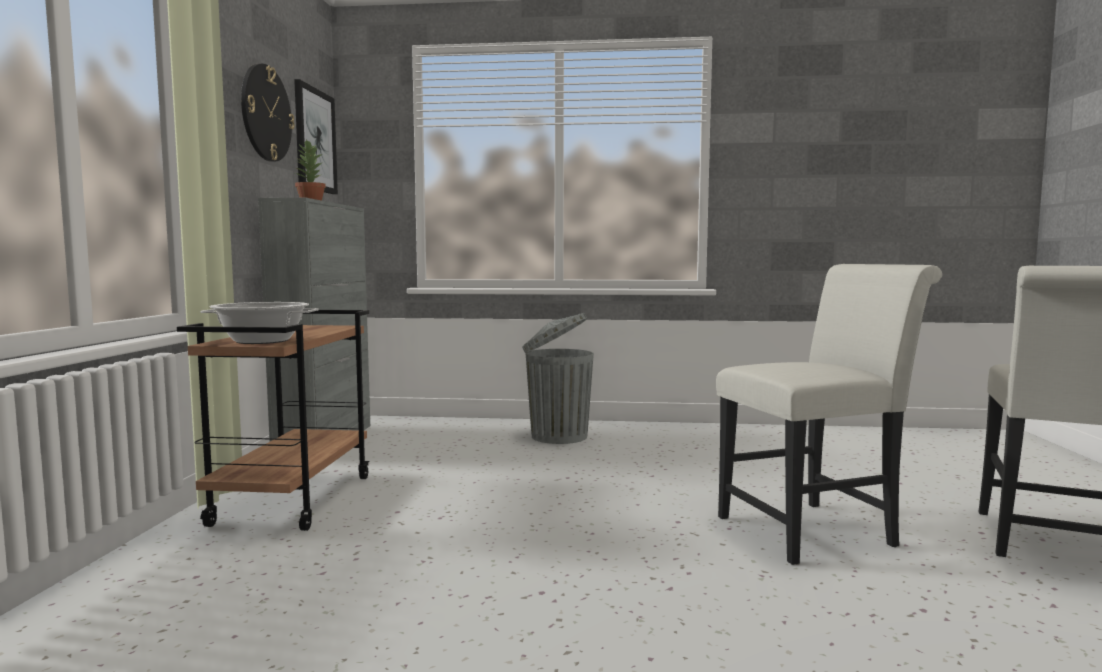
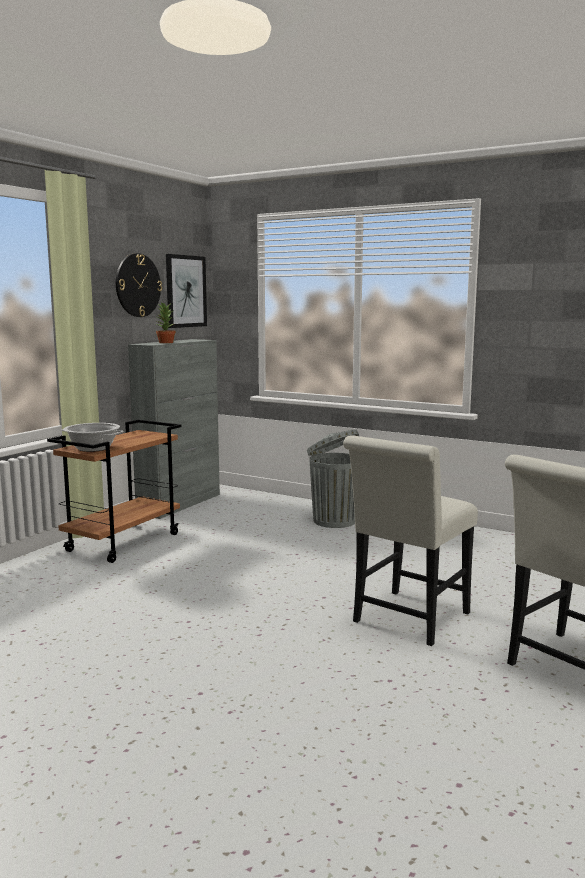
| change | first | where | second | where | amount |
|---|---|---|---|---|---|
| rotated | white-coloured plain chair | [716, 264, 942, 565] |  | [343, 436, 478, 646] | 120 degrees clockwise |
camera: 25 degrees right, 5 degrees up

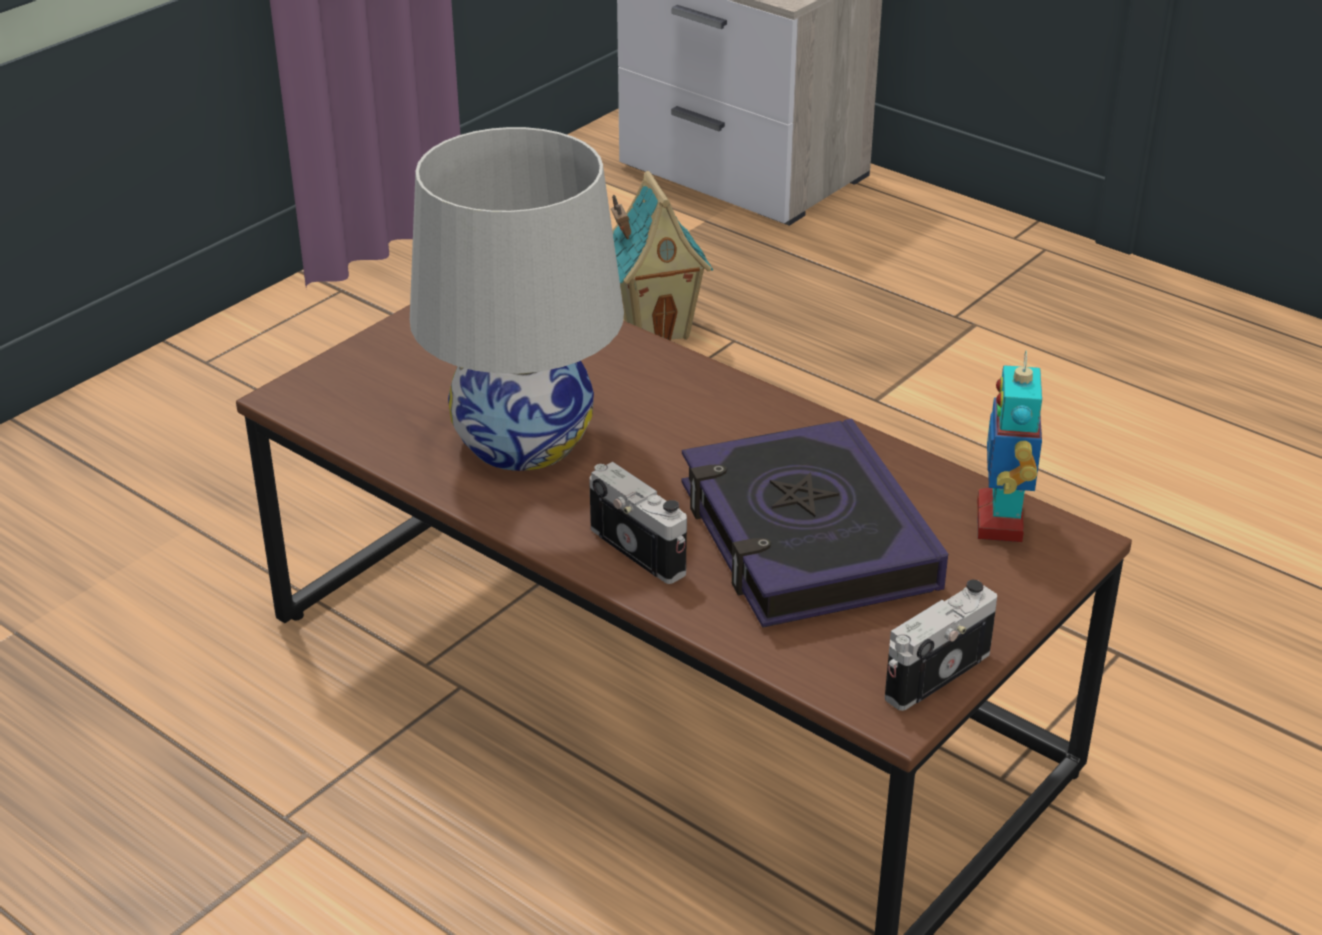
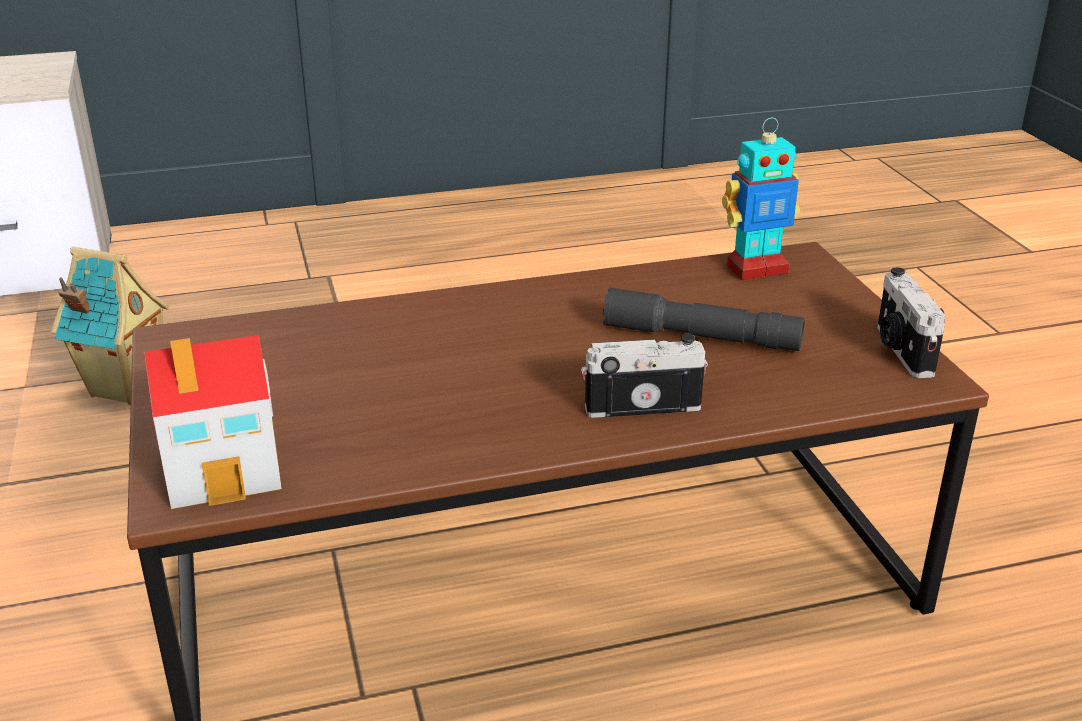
| change | first | where | second | where | amount |
|---|---|---|---|---|---|
| gone | white-coloured tabletop lamp | [410, 127, 624, 471] |  |  |  |
| rotated | toy robot | [977, 351, 1042, 542] |  | [722, 118, 800, 280] | 60 degrees counterclockwise |
| swapped | book | [682, 419, 948, 628] | grey torch | [603, 287, 805, 351] |  |
| new |  |  | toy house | [145, 335, 282, 509] |  |
camera: 55 degrees left, 5 degrees down

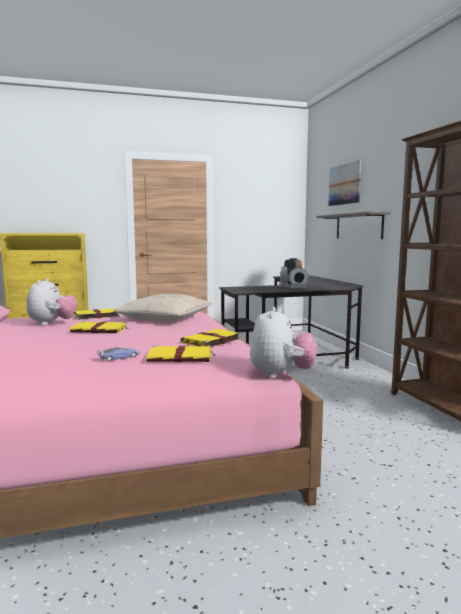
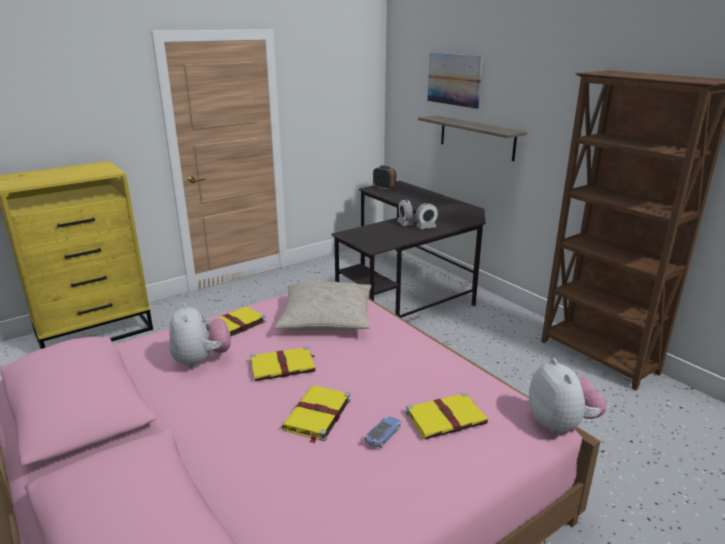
| change | first | where | second | where | amount |
|---|---|---|---|---|---|
| shifted | yellowish book | [180, 329, 241, 347] |  | [281, 386, 351, 443] |  |
camera: 20 degrees left, 15 degrees up

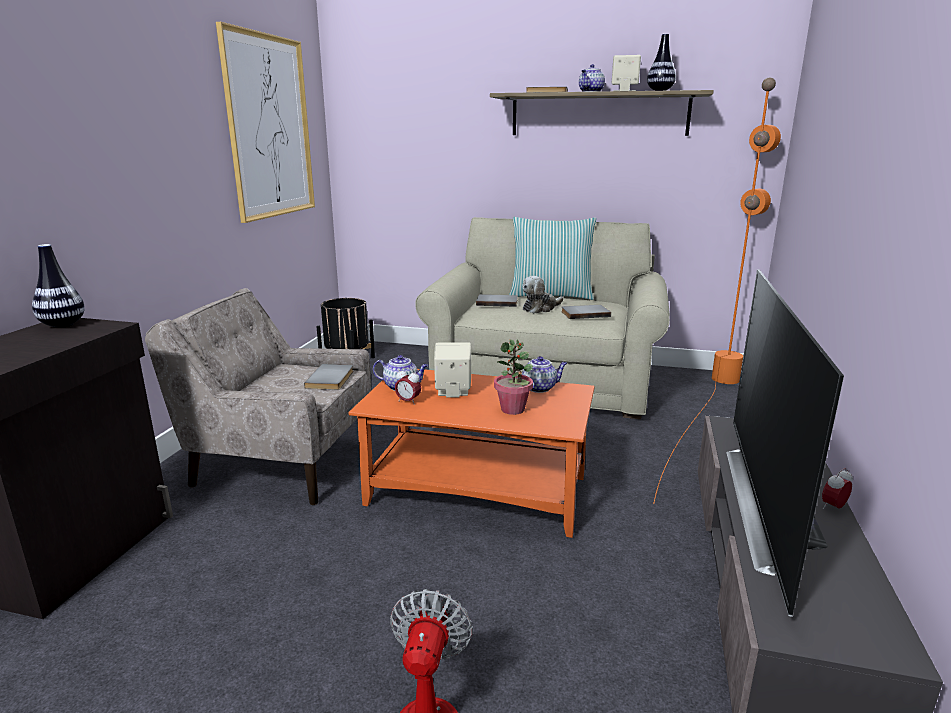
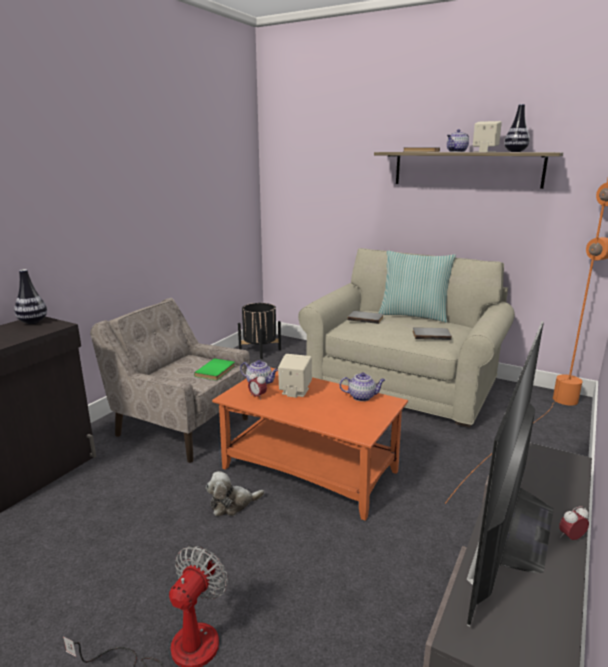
| change | first | where | second | where | amount |
|---|---|---|---|---|---|
| gone | wall art | [216, 22, 315, 223] |  |  |  |
| shifted | cuddly toy | [522, 276, 563, 313] |  | [206, 471, 265, 516] |  |
| gone | plant in a pot | [494, 339, 533, 415] |  |  |  |
| repainted | grey book | [304, 364, 353, 390] | green book | [194, 358, 235, 380] |  |
camera: 15 degrees right, 0 degrees up

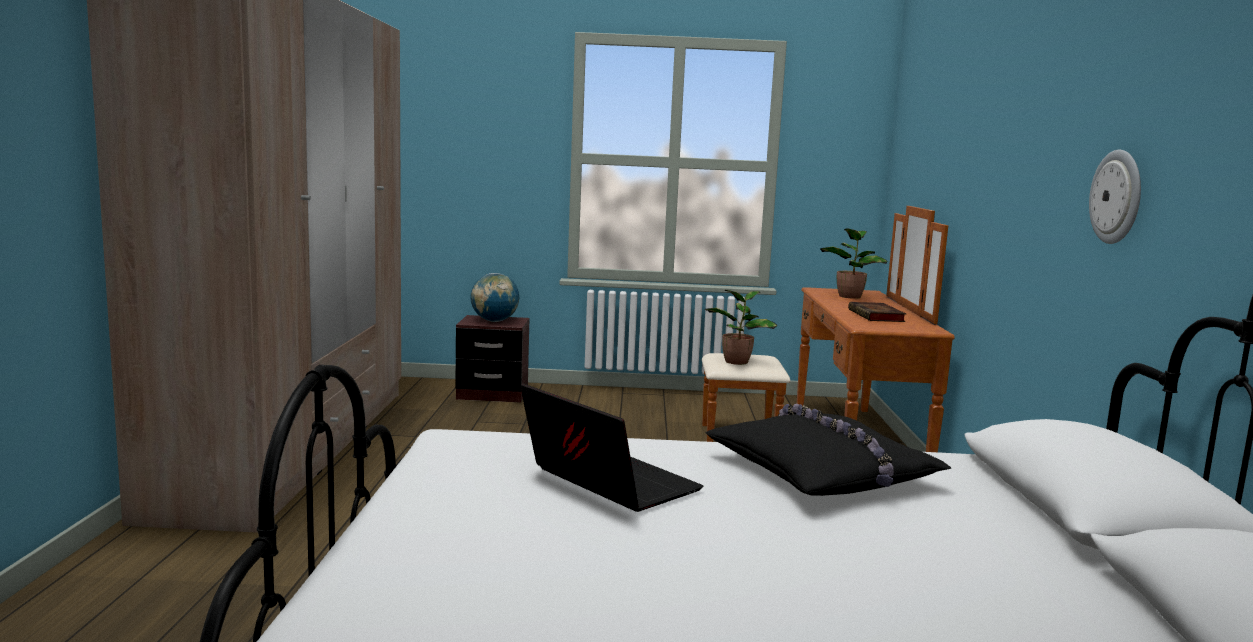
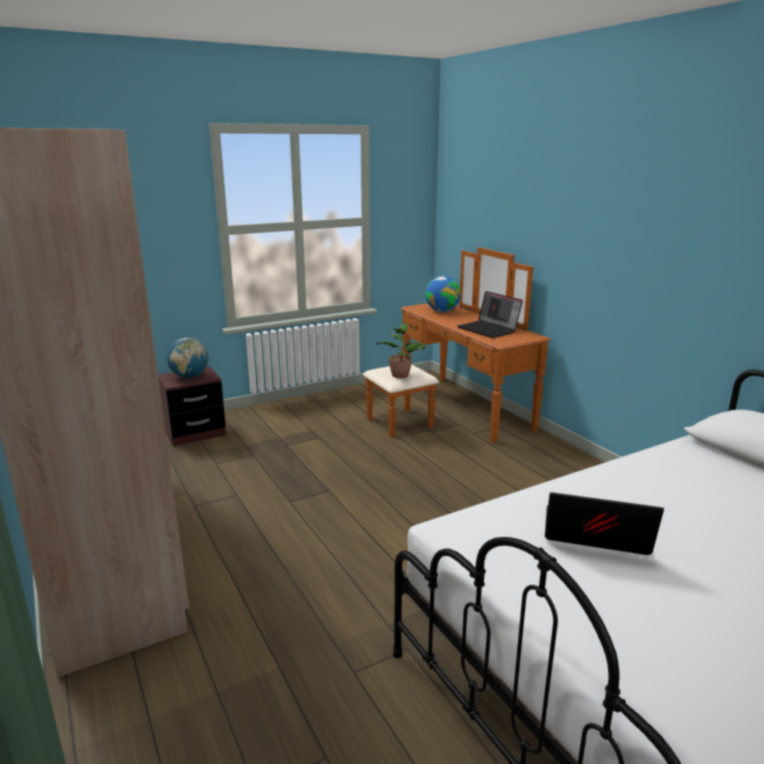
| change | first | where | second | where | amount |
|---|---|---|---|---|---|
| gone | clock on the wall | [1089, 150, 1141, 244] |  |  |  |
| swapped | plant in a pot | [820, 229, 888, 299] | world globe | [425, 276, 461, 312] |  |
| swapped | book | [848, 302, 906, 322] | portable computer | [457, 291, 523, 338] |  |
| gone | blackish pillow | [705, 404, 951, 496] |  |  |  |
camera: 30 degrees left, 10 degrees up

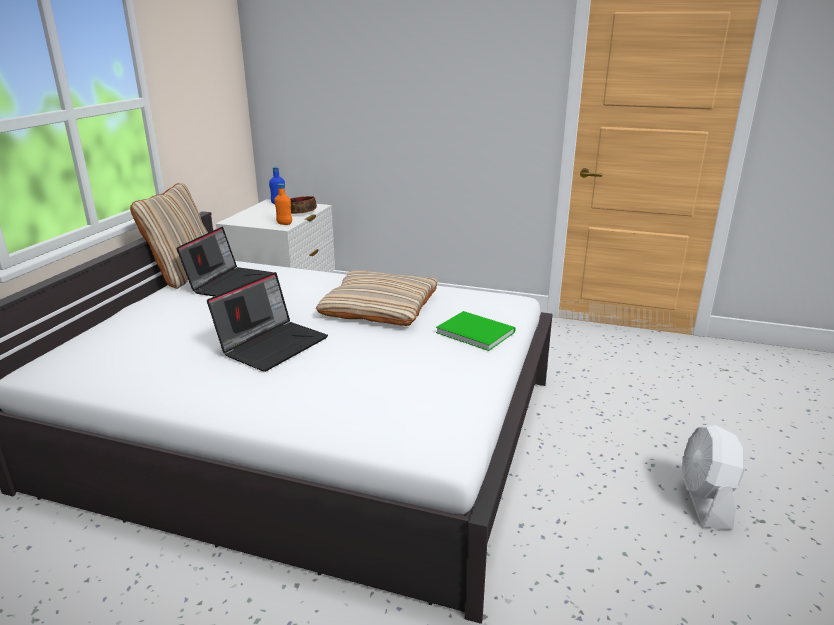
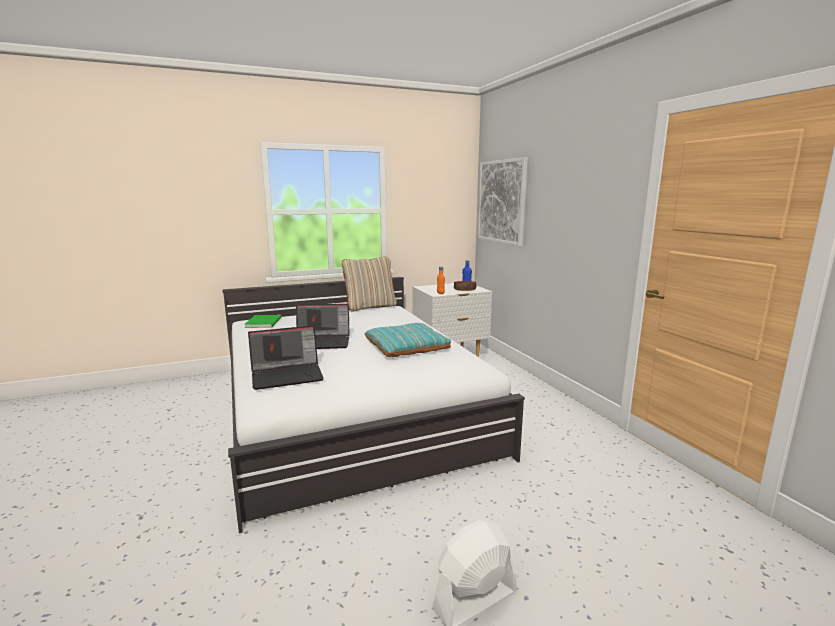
| change | first | where | second | where | amount |
|---|---|---|---|---|---|
| shifted | portable computer | [176, 227, 273, 296] |  | [248, 325, 324, 390] |  |
| repainted | beige-coloured pillow | [316, 270, 437, 326] | turquoise-coloured pillow | [365, 323, 451, 357] |  |
| shifted | green book | [436, 311, 516, 351] |  | [244, 315, 281, 328] |  |
| new |  |  | wall art | [478, 157, 528, 246] |  |
camera: 50 degrees right, 10 degrees down

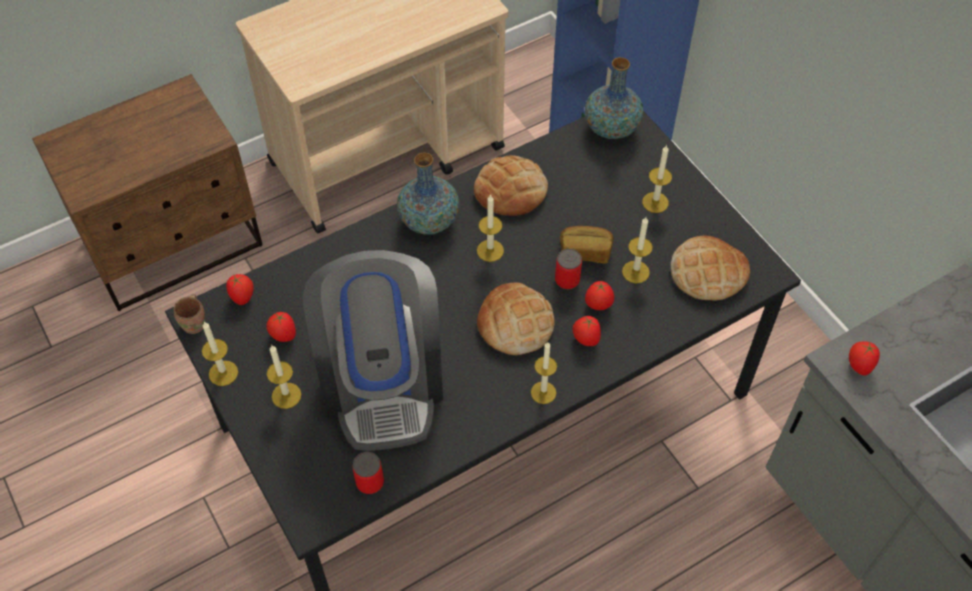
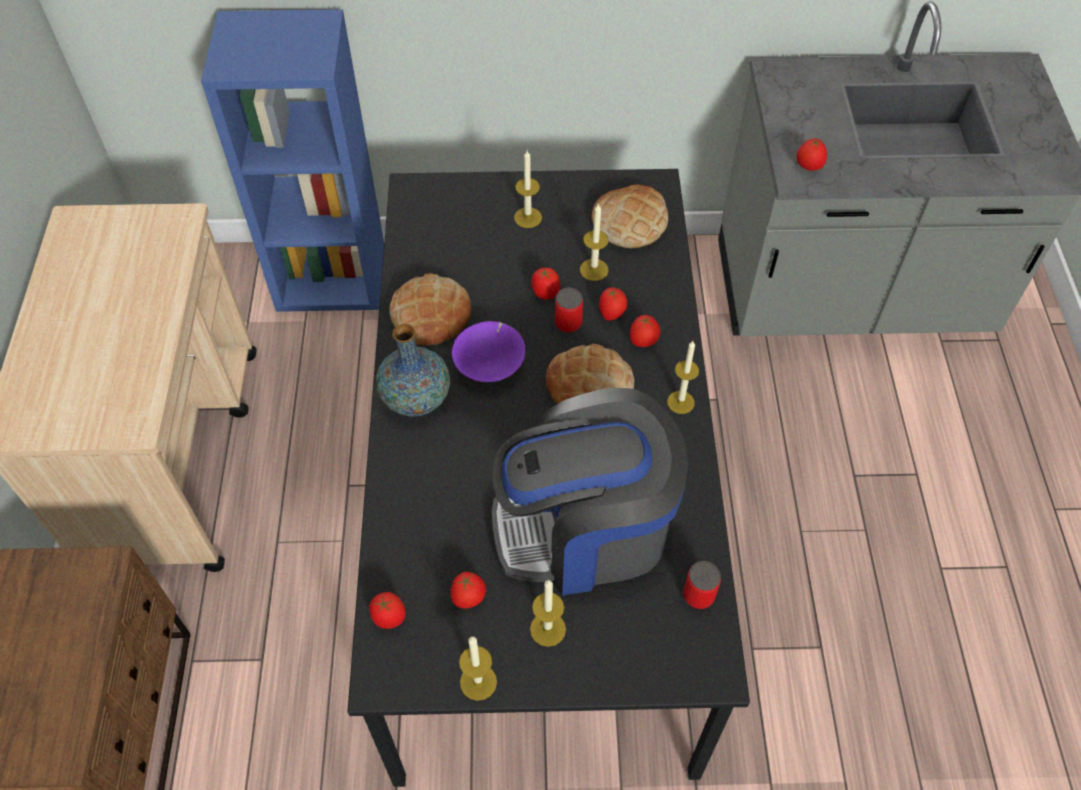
| change | first | where | second | where | amount |
|---|---|---|---|---|---|
| gone | vase | [585, 57, 643, 139] |  |  |  |
| swapped | wax candle | [477, 195, 504, 262] | purplish deep dish | [452, 321, 525, 382] |  |
| swapped | baked bread | [560, 226, 614, 263] | whole tomato | [531, 267, 561, 300] |  |
| rotated | coffee machine | [303, 250, 443, 451] |  | [492, 387, 688, 595] | 150 degrees clockwise |
| gone | brownish mug | [174, 294, 205, 334] |  |  |  |
camera: 60 degrees left, 0 degrees up

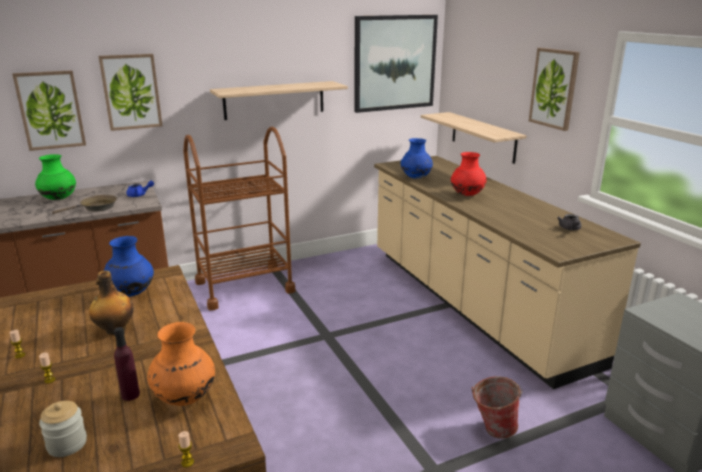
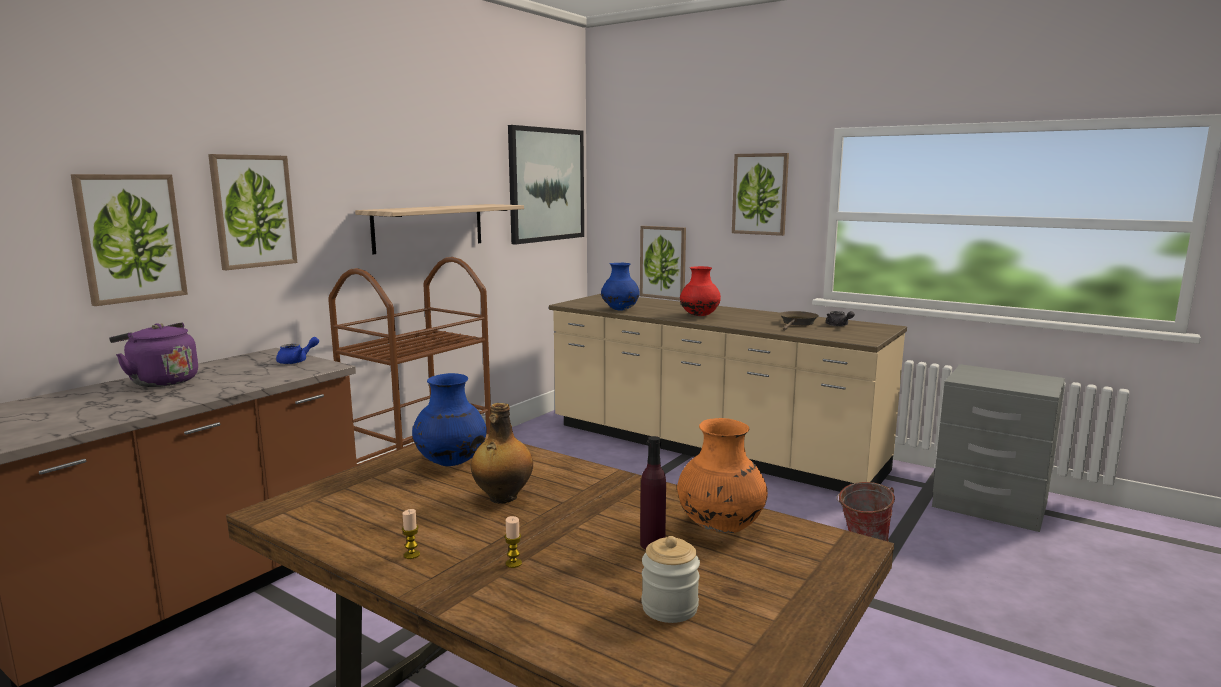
| change | first | where | second | where | amount |
|---|---|---|---|---|---|
| swapped | shelf | [421, 112, 526, 164] | wall art | [640, 226, 686, 300] |  |
| swapped | green vase | [35, 154, 76, 200] | purplish water kettle | [109, 322, 198, 387] |  |
| shifted | brownish frying pan | [52, 195, 117, 214] |  | [779, 311, 819, 330] |  |
| gone | wax candle | [178, 431, 194, 468] |  |  |  |
camera: 30 degrees left, 10 degrees down

